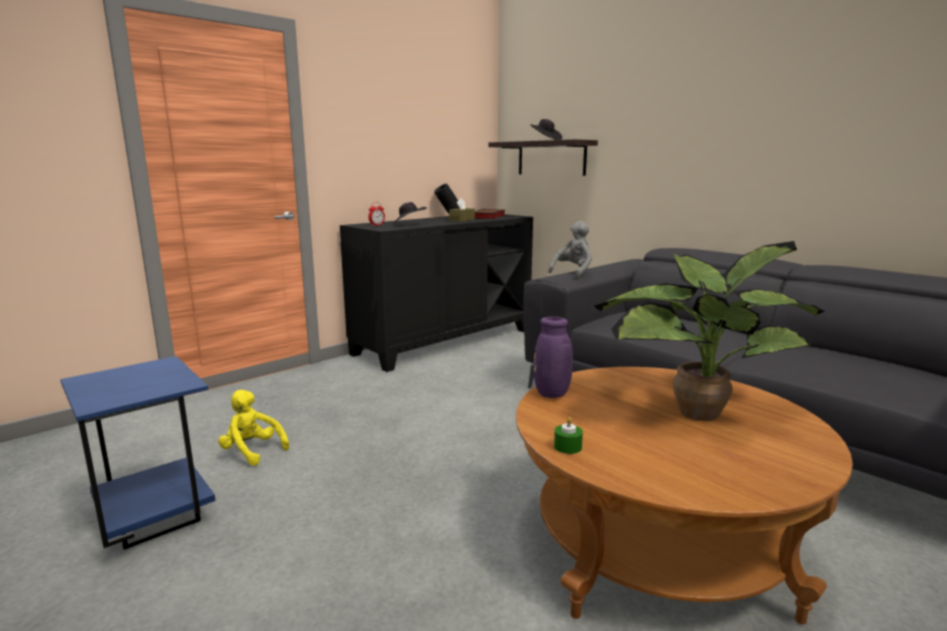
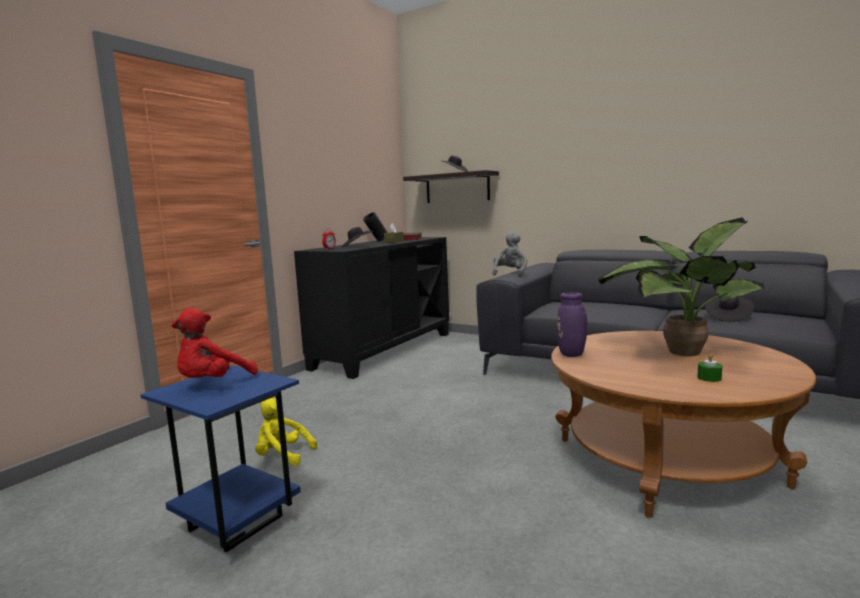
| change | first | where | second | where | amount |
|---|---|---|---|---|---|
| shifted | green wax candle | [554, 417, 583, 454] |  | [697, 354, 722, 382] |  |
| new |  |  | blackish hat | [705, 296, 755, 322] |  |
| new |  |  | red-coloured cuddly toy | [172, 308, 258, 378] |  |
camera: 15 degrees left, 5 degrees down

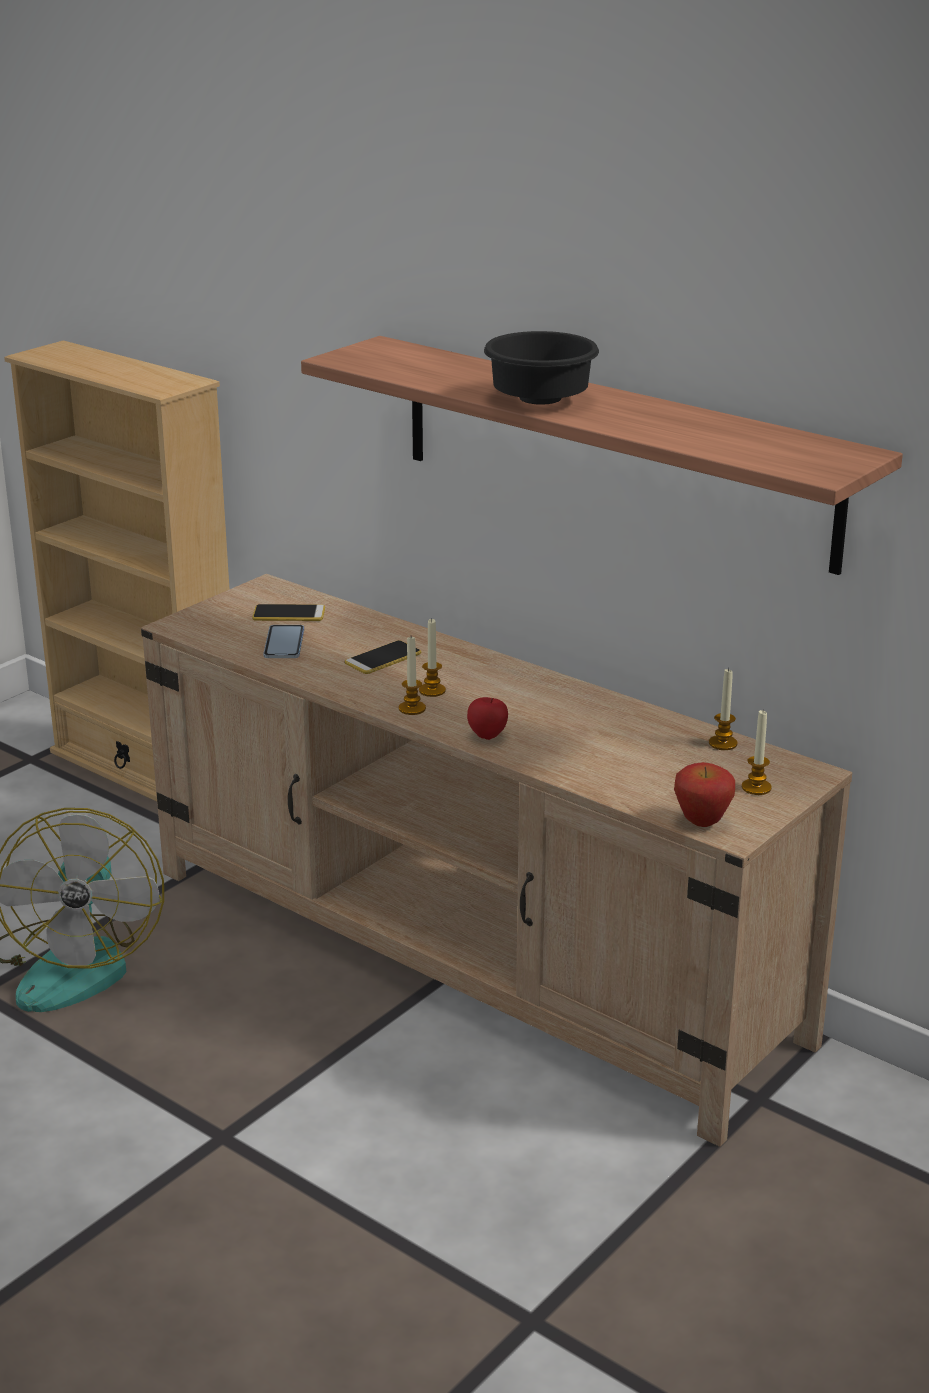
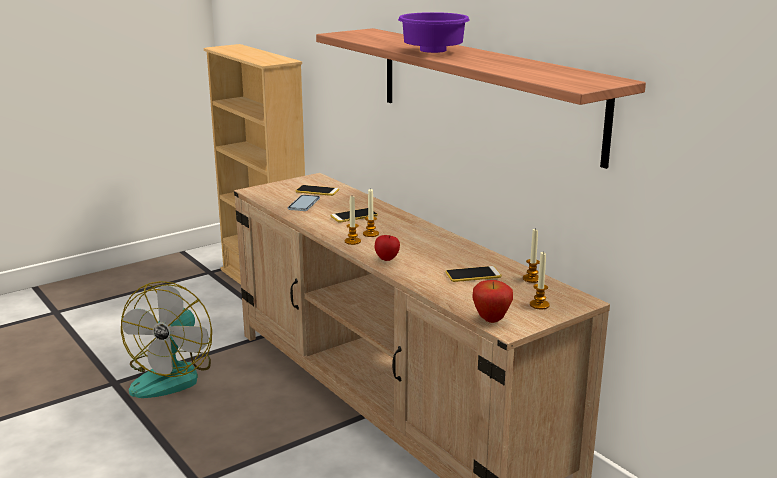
| change | first | where | second | where | amount |
|---|---|---|---|---|---|
| repainted | blackish deep dish | [484, 331, 599, 405] | purplish deep dish | [398, 12, 470, 53] |  |
| new |  |  | telephone | [445, 266, 502, 282] |  |
camera: 15 degrees right, 5 degrees down

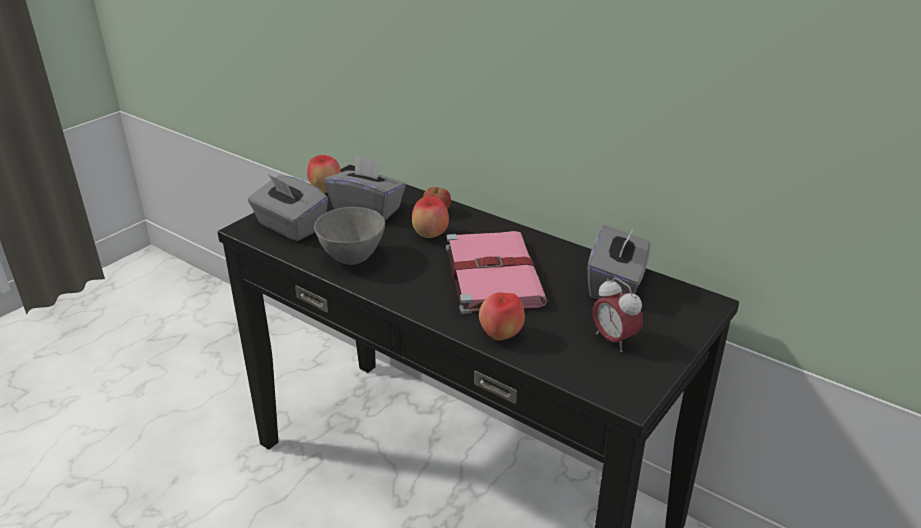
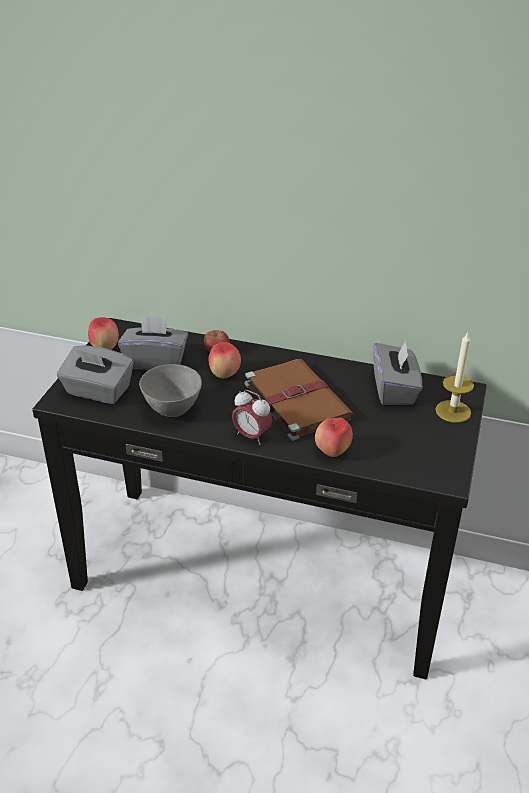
| change | first | where | second | where | amount |
|---|---|---|---|---|---|
| repainted | pinkish book | [446, 231, 547, 314] | brownish book | [245, 359, 354, 441] |  |
| shifted | alarm clock | [593, 278, 643, 352] |  | [232, 390, 273, 445] |  |
| new |  |  | wax candle | [435, 332, 474, 423] |  |
camera: 20 degrees left, 5 degrees up

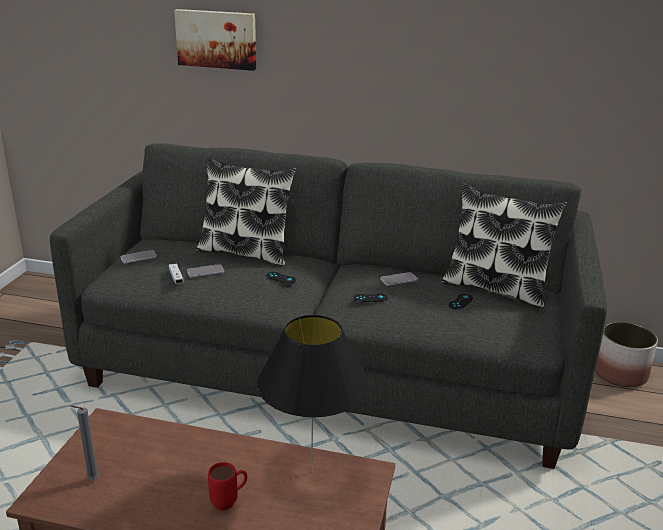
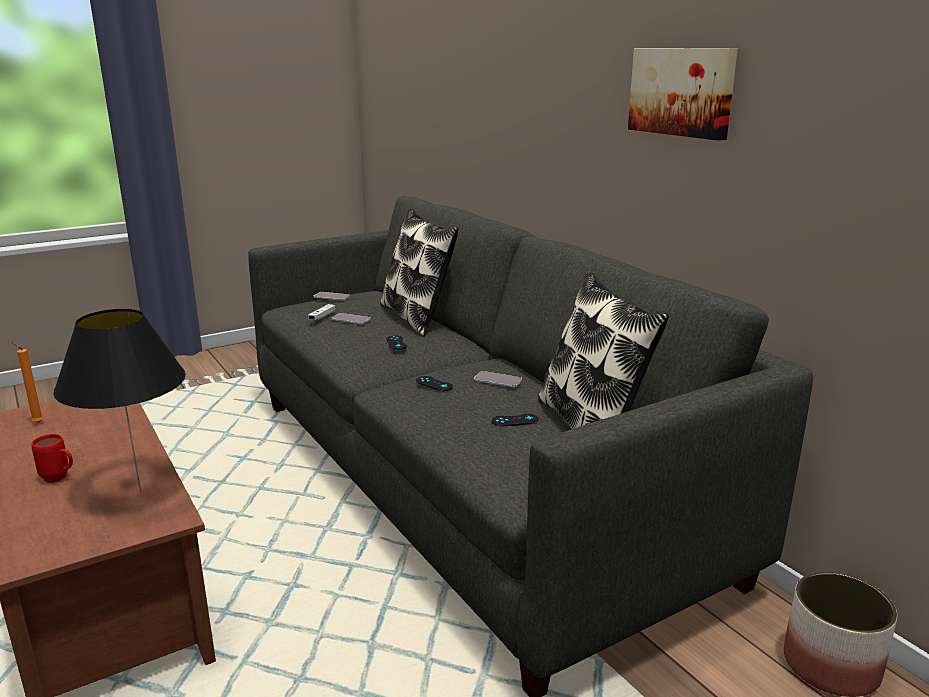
| change | first | where | second | where | amount |
|---|---|---|---|---|---|
| shifted | wall art | [174, 9, 256, 71] |  | [628, 48, 738, 141] |  |
| repainted | grey wax candle | [71, 406, 99, 480] | orangey wax candle | [12, 342, 43, 423] |  |
camera: 45 degrees right, 5 degrees down

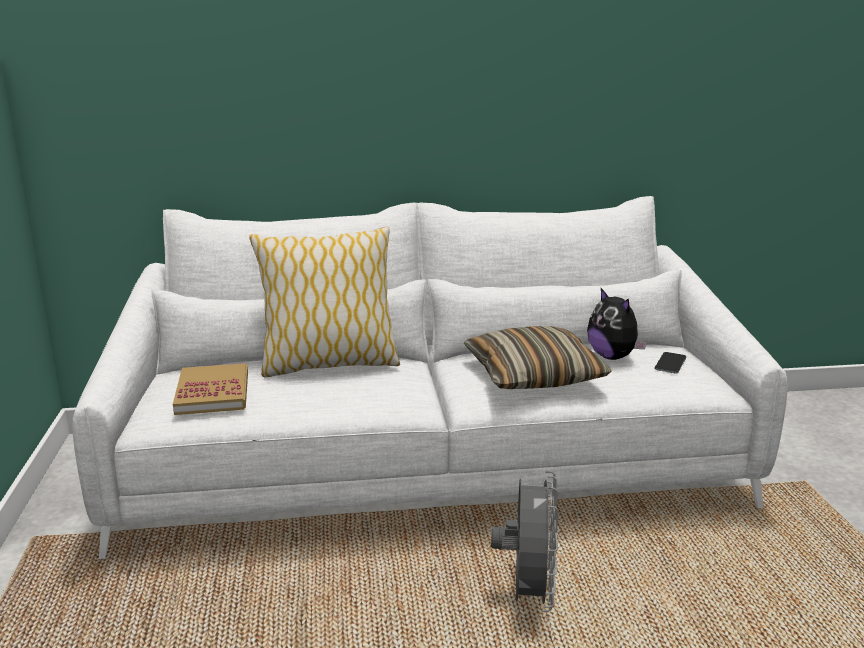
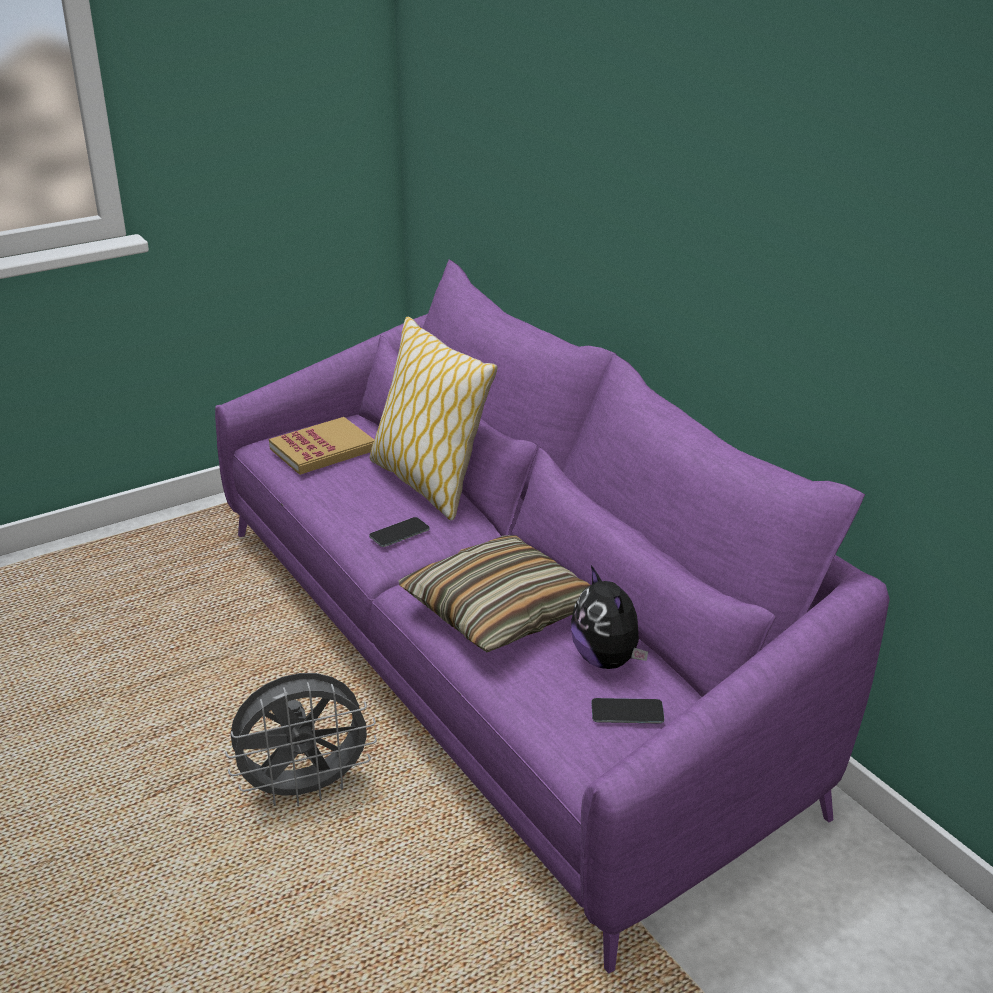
| change | first | where | second | where | amount |
|---|---|---|---|---|---|
| repainted | white-coloured settee | [72, 196, 788, 559] | purplish settee | [215, 260, 890, 974] |  |
| rotated | cuddly toy | [587, 288, 647, 360] |  | [571, 566, 648, 669] | 60 degrees counterclockwise |
| new |  |  | telephone | [369, 517, 430, 547] |  |
camera: 65 degrees right, 10 degrees up

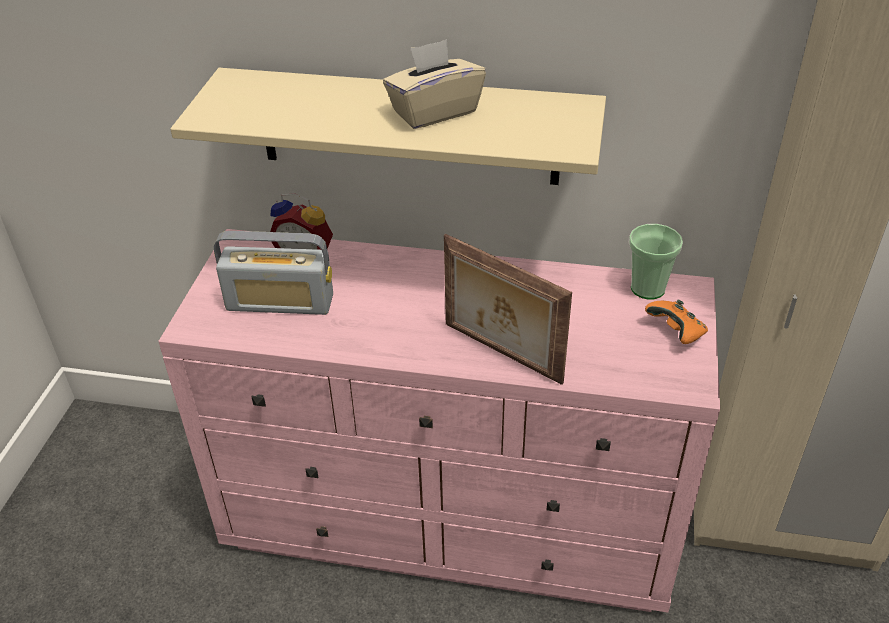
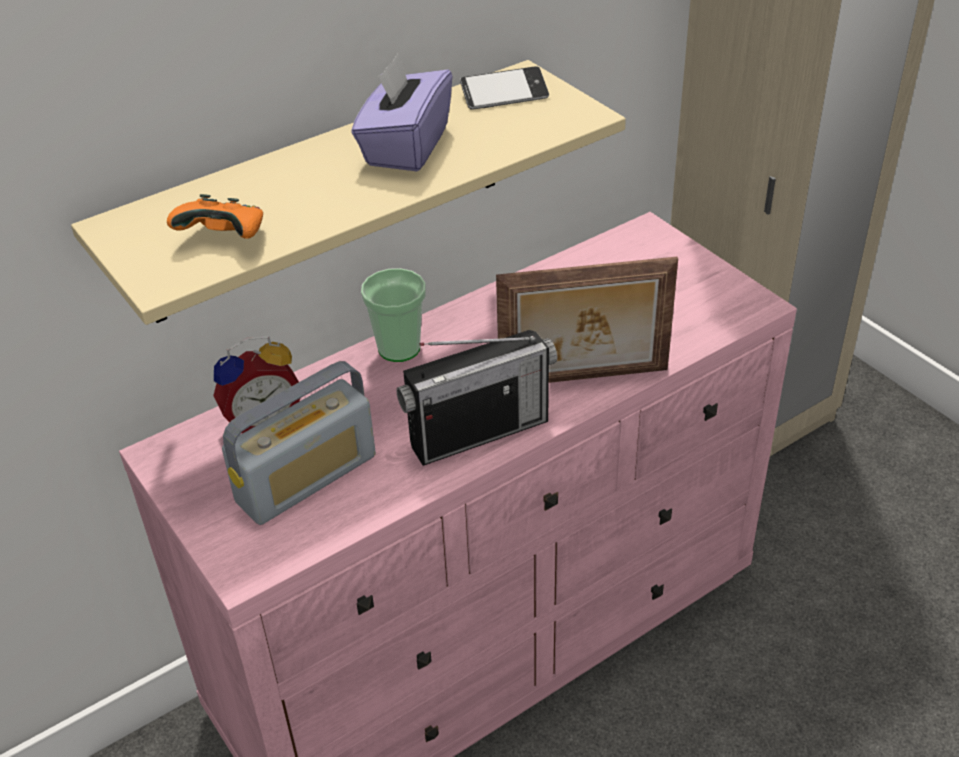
| change | first | where | second | where | amount |
|---|---|---|---|---|---|
| repainted | beige-coloured tissue box | [383, 39, 486, 129] | purplish tissue box | [352, 54, 452, 171] |  |
| shifted | cup | [629, 224, 683, 299] |  | [361, 268, 426, 362] |  |
| shifted | orangey gamepad | [645, 299, 708, 344] |  | [167, 194, 263, 239] |  |
| new |  |  | telephone | [460, 66, 549, 110] |  |
| new |  |  | radio set | [396, 330, 557, 466] |  |
camera: 45 degrees left, 0 degrees up

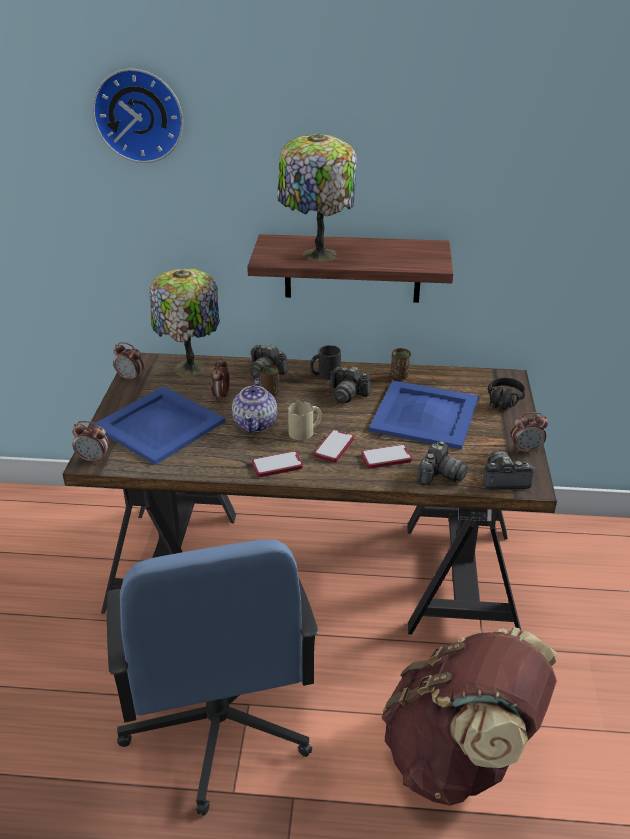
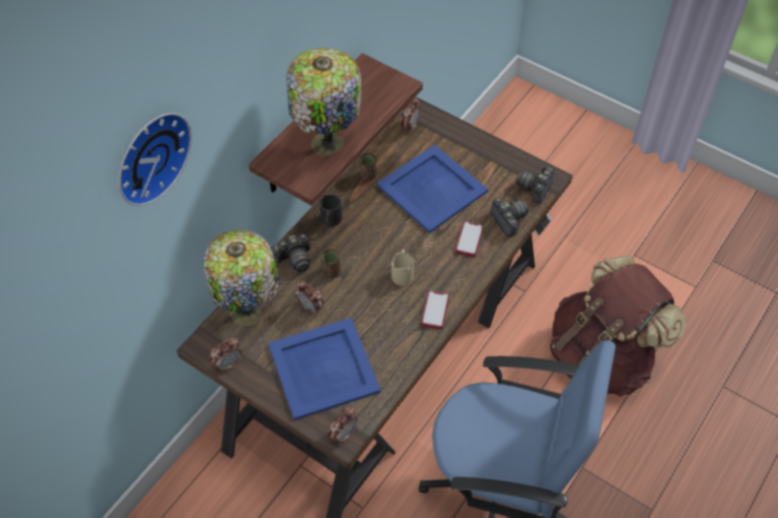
| change | first | where | second | where | amount |
|---|---|---|---|---|---|
| gone | still camera | [330, 366, 371, 403] |  |  |  |
| gone | teapot | [232, 378, 277, 433] |  |  |  |
| gone | blackish pair of headphones | [488, 378, 525, 411] |  |  |  |
| shifted | alarm clock | [511, 412, 548, 453] |  | [401, 97, 420, 133] |  |
| gone | telephone | [314, 430, 354, 463] |  |  |  |
camera: 60 degrees left, 20 degrees up

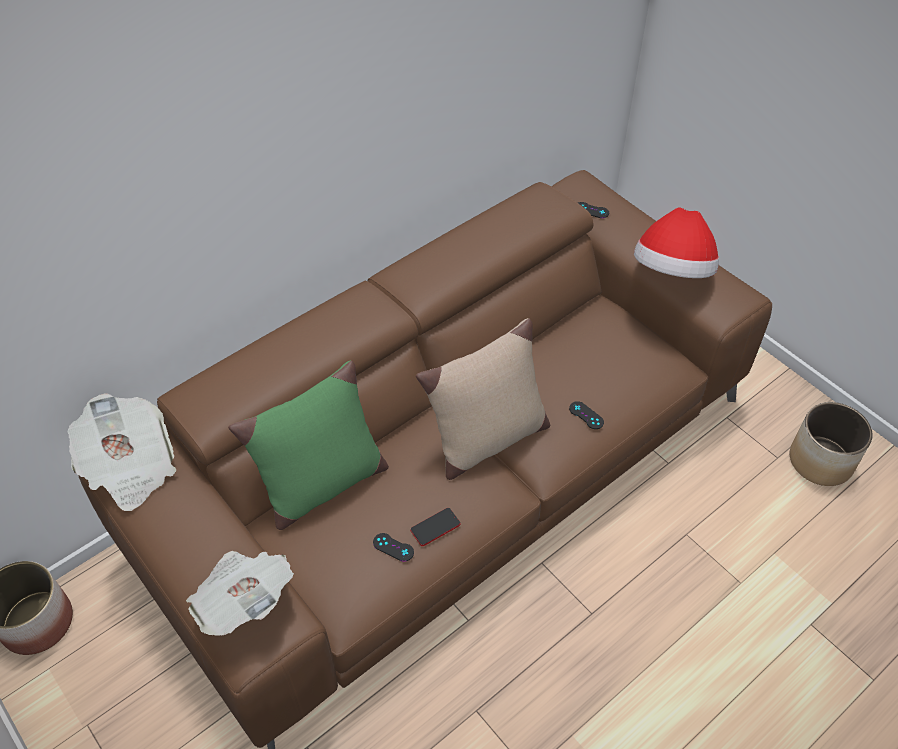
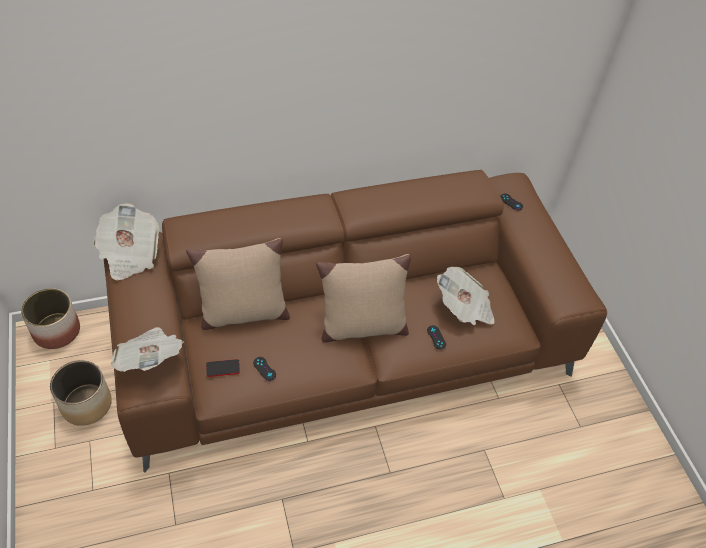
| change | first | where | second | where | amount |
|---|---|---|---|---|---|
| gone | hat | [634, 207, 719, 278] |  |  |  |
| repainted | green pillow | [228, 361, 389, 530] | beige-coloured pillow | [186, 238, 290, 330] |  |
| shifted | plant pot | [790, 402, 872, 486] |  | [50, 360, 112, 426] |  |
| shifted | telephone | [410, 508, 461, 546] |  | [206, 359, 240, 377] |  |
| new |  |  | newspaper | [437, 267, 495, 325] |  |
camera: 20 degrees right, 0 degrees up

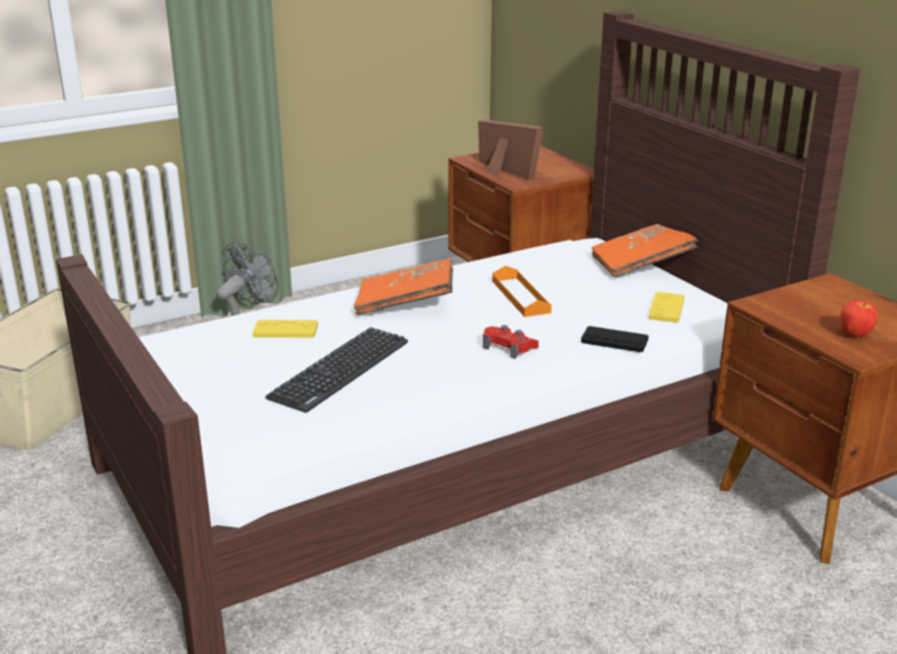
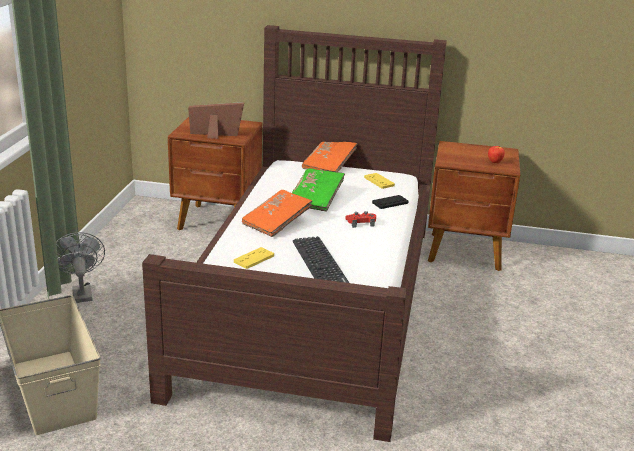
| change | first | where | second | where | amount |
|---|---|---|---|---|---|
| swapped | orangey carrying tray | [492, 266, 552, 317] | green book | [292, 168, 345, 211] |  |
camera: 50 degrees left, 0 degrees up

